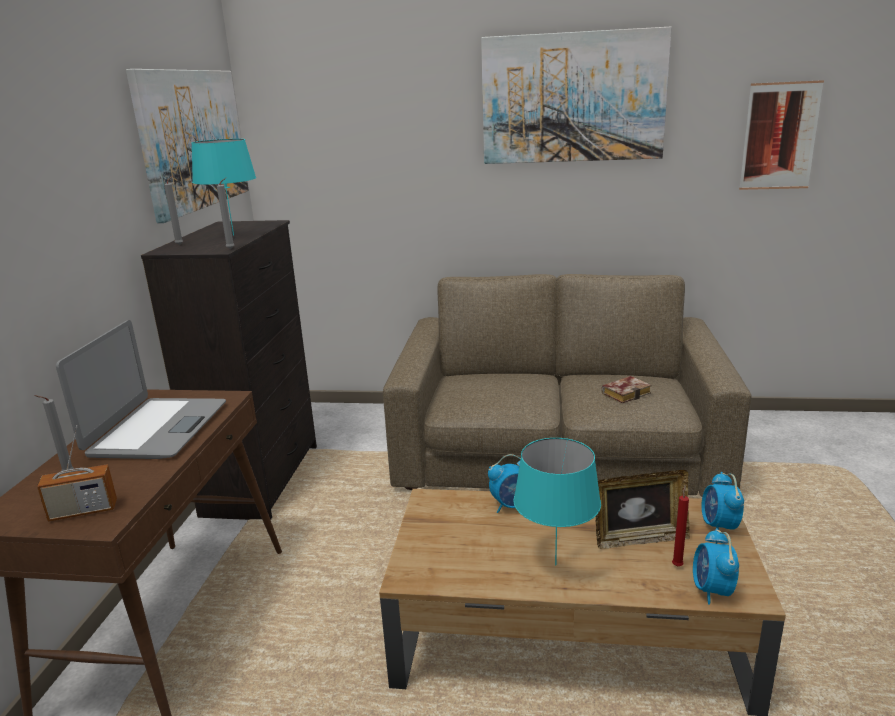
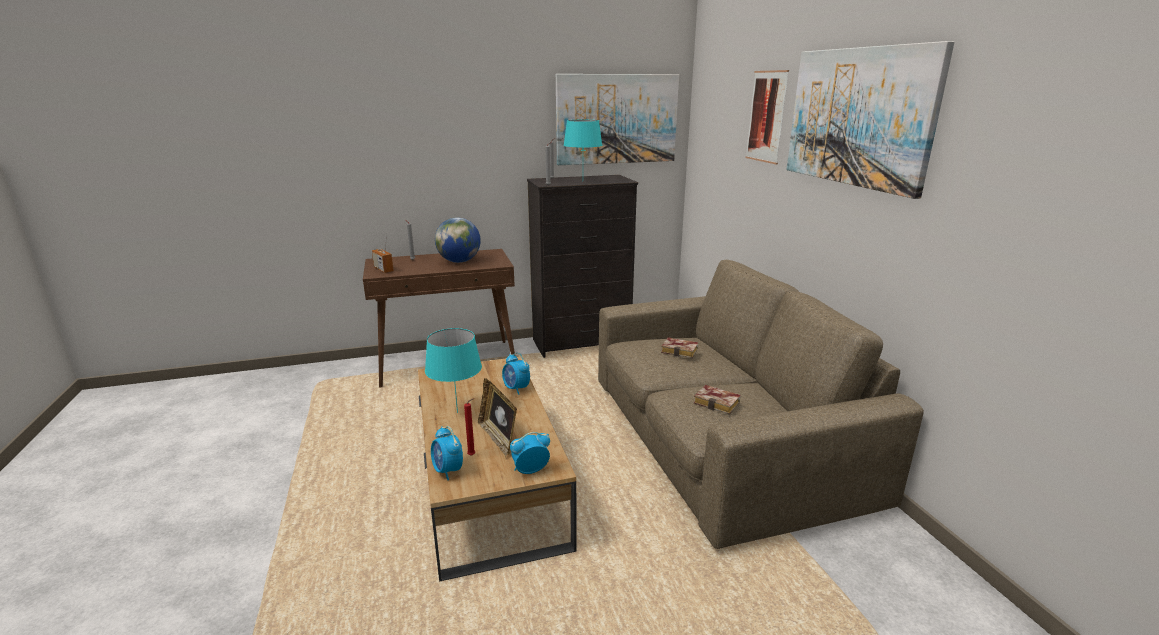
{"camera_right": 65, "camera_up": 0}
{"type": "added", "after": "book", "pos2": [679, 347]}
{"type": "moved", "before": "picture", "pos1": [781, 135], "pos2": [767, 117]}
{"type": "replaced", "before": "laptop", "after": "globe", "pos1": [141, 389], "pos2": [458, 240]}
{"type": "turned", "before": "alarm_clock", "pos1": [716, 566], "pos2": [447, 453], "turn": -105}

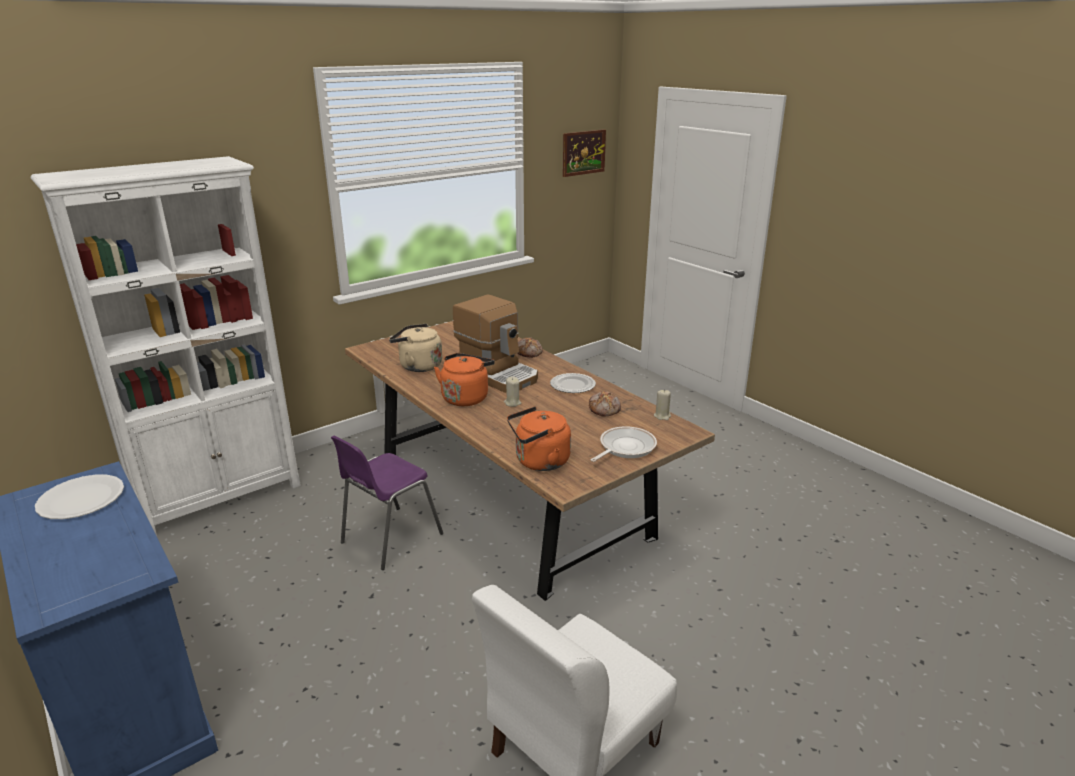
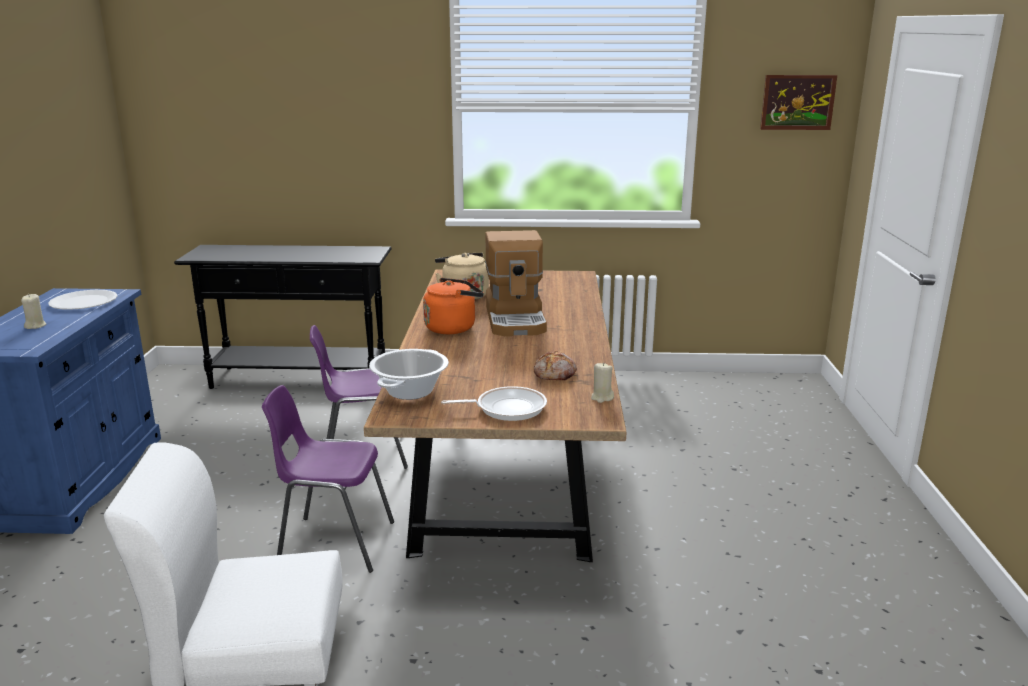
{"camera_right": 40, "camera_up": -5}
{"type": "removed", "before": "bread", "pos1": [530, 347]}
{"type": "removed", "before": "plate", "pos1": [573, 383]}
{"type": "added", "after": "purple_chair", "pos2": [328, 479]}
{"type": "moved", "before": "beige_candle", "pos1": [512, 391], "pos2": [33, 311]}
{"type": "replaced", "before": "white_bookcase", "after": "black_console_table", "pos1": [166, 346], "pos2": [283, 317]}
{"type": "replaced", "before": "orange_kettle", "after": "cooking_pot", "pos1": [539, 438], "pos2": [409, 374]}

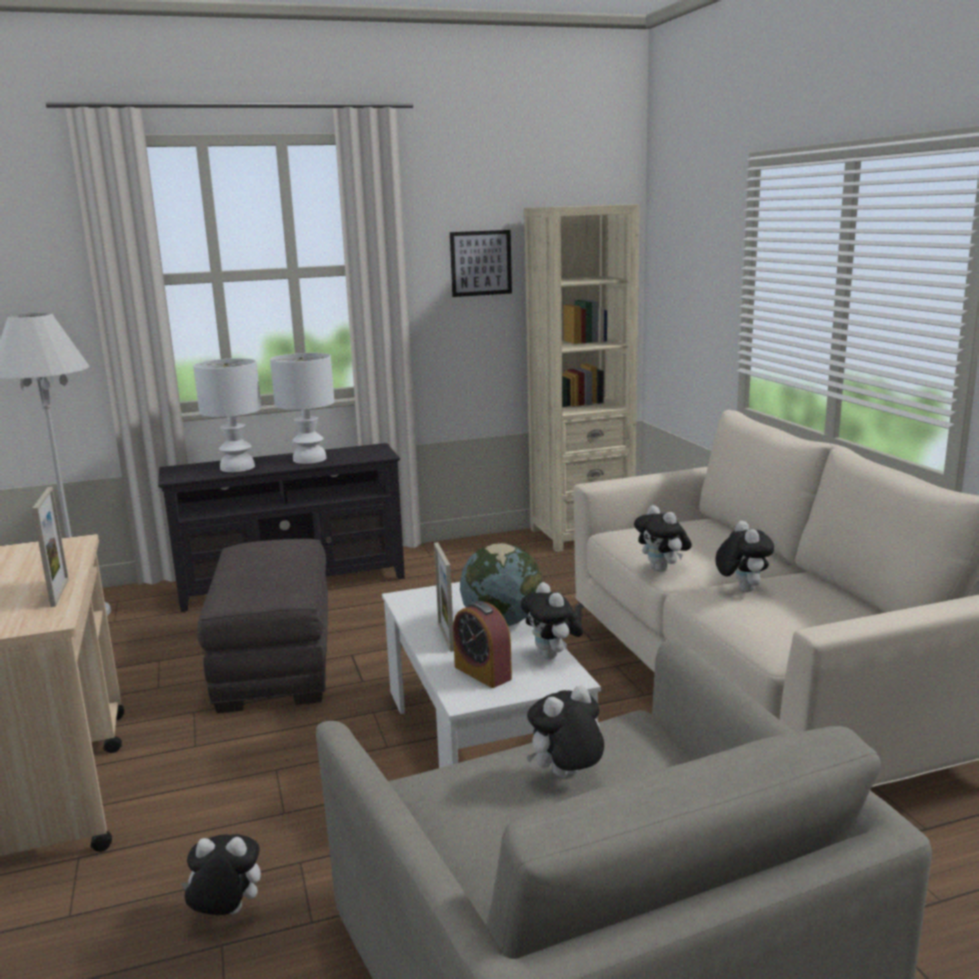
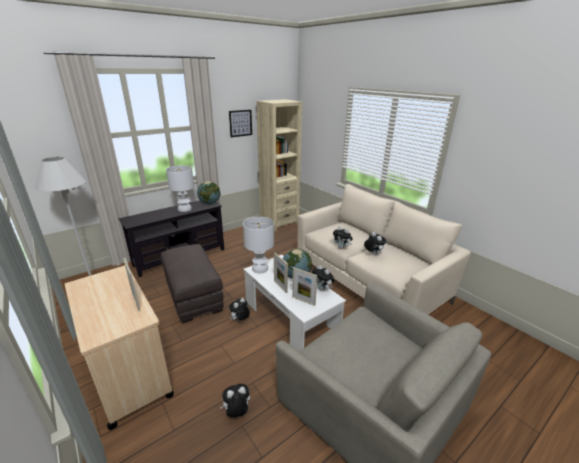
{"camera_right": -20, "camera_up": 10}
{"type": "added", "after": "globe", "pos2": [209, 192]}
{"type": "moved", "before": "white_table_lamp", "pos1": [227, 415], "pos2": [258, 245]}
{"type": "moved", "before": "plush_toy", "pos1": [565, 731], "pos2": [239, 309]}
{"type": "replaced", "before": "alarm_clock", "after": "picture_frame", "pos1": [482, 644], "pos2": [304, 287]}

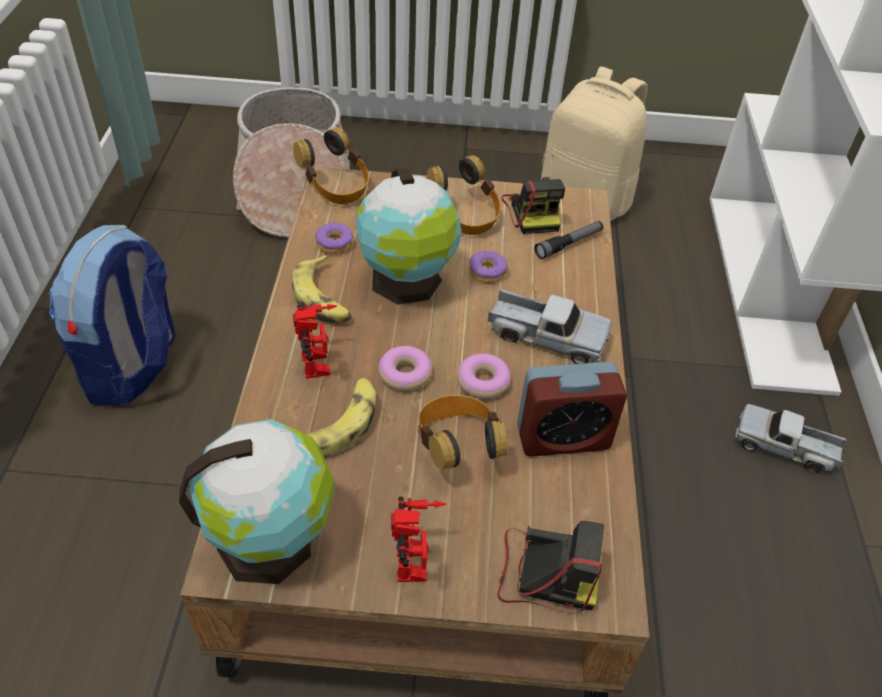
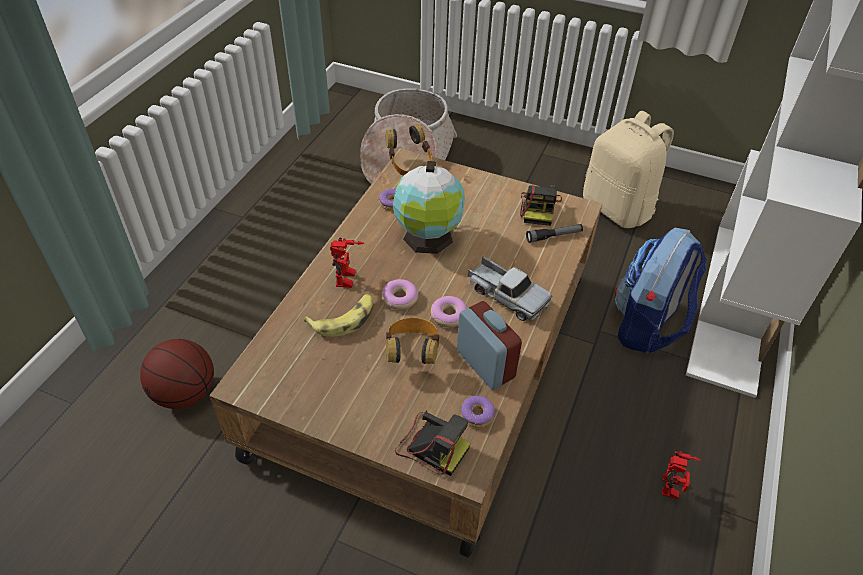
{"camera_right": 20, "camera_up": 0}
{"type": "removed", "before": "globe", "pos1": [257, 501]}
{"type": "removed", "before": "banana", "pos1": [322, 289]}
{"type": "removed", "before": "headphones", "pos1": [464, 195]}
{"type": "removed", "before": "toy_truck", "pos1": [791, 438]}
{"type": "added", "after": "basketball", "pos2": [177, 374]}
{"type": "moved", "before": "backpack", "pos1": [112, 315], "pos2": [661, 290]}
{"type": "moved", "before": "toy_robot", "pos1": [418, 539], "pos2": [681, 474]}
{"type": "moved", "before": "donut", "pos1": [488, 267], "pos2": [478, 411]}
{"type": "turned", "before": "alarm_clock", "pos1": [572, 409], "pos2": [489, 345], "turn": -135}

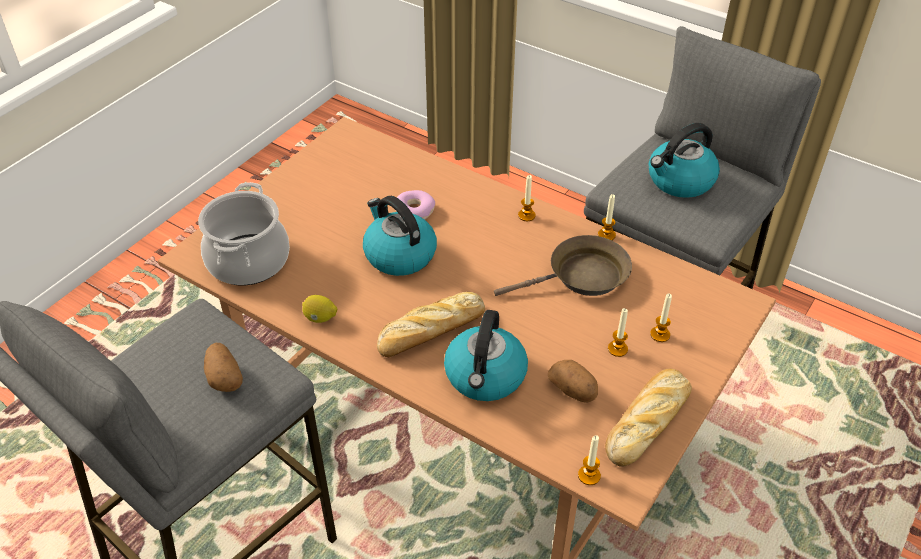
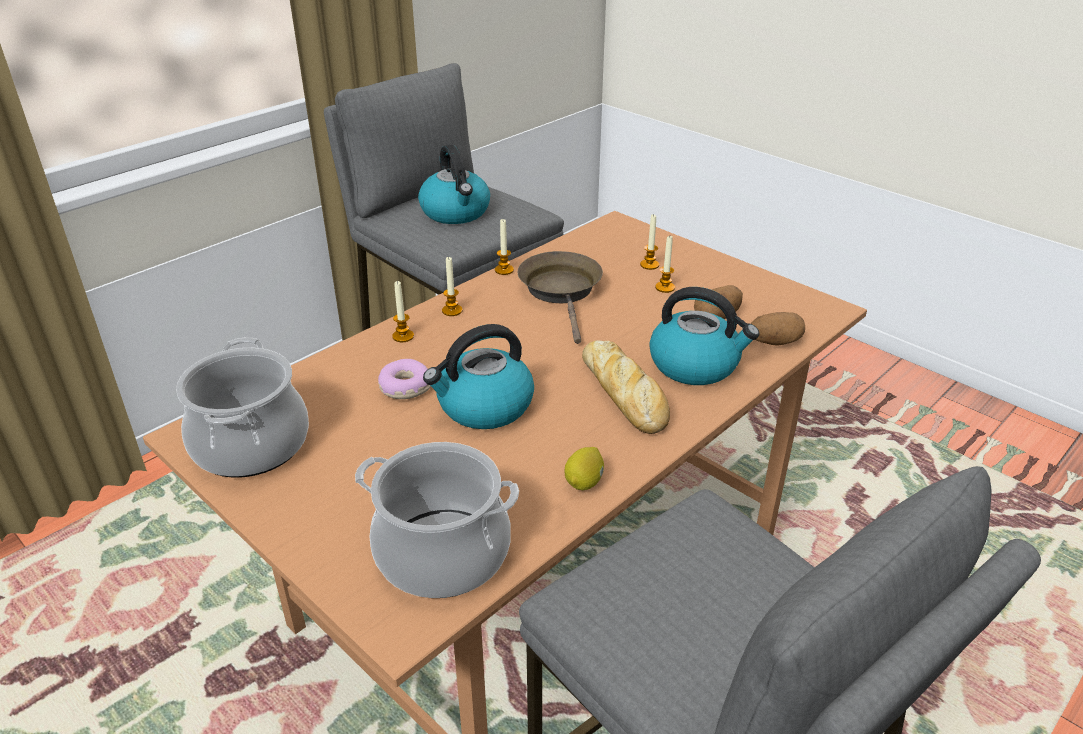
{"camera_right": -80, "camera_up": -10}
{"type": "removed", "before": "bread", "pos1": [648, 418]}
{"type": "added", "after": "cooking_pot", "pos2": [242, 408]}
{"type": "moved", "before": "potato", "pos1": [223, 367], "pos2": [778, 329]}
{"type": "moved", "before": "candle", "pos1": [589, 460], "pos2": [403, 311]}

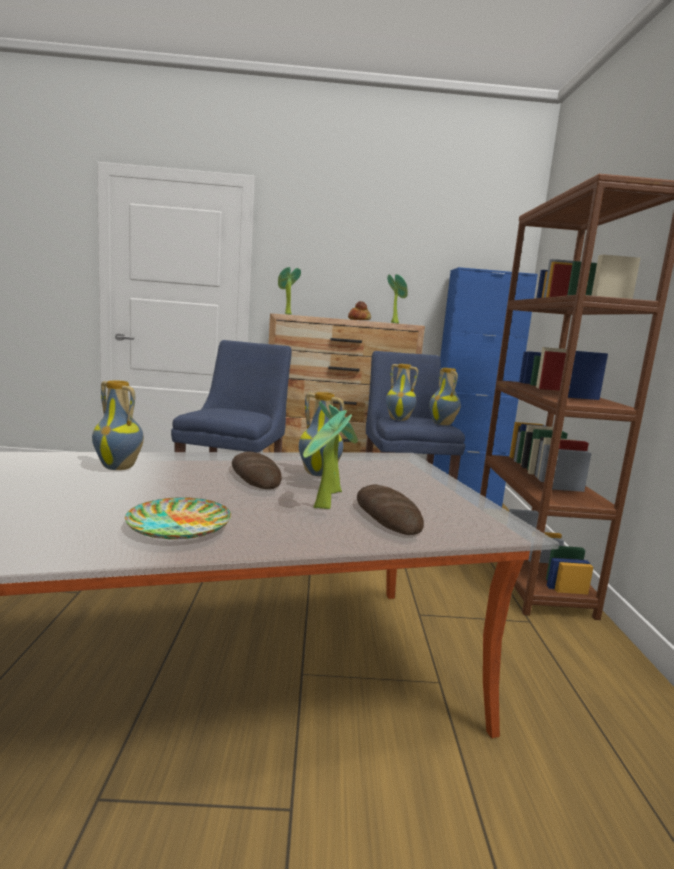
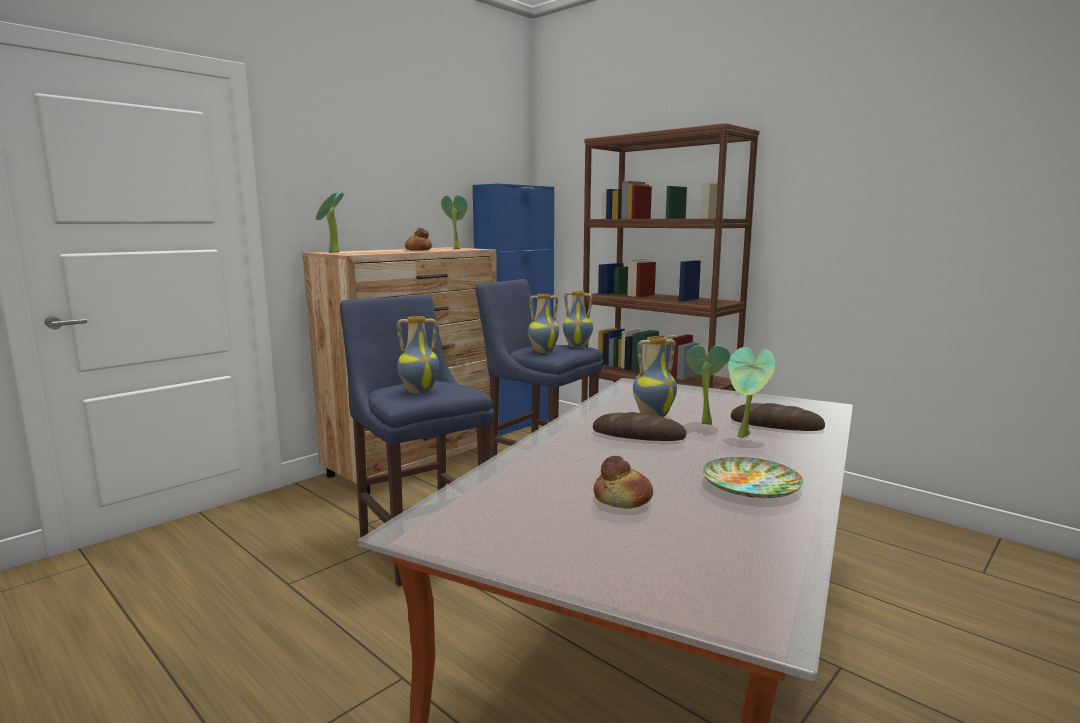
{"camera_right": -45, "camera_up": 0}
{"type": "added", "after": "bread", "pos2": [623, 482]}
{"type": "moved", "before": "vase", "pos1": [118, 425], "pos2": [418, 355]}

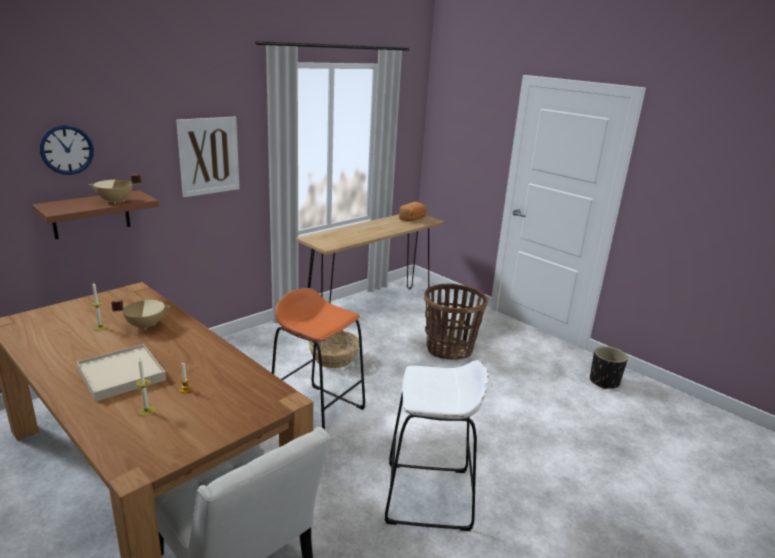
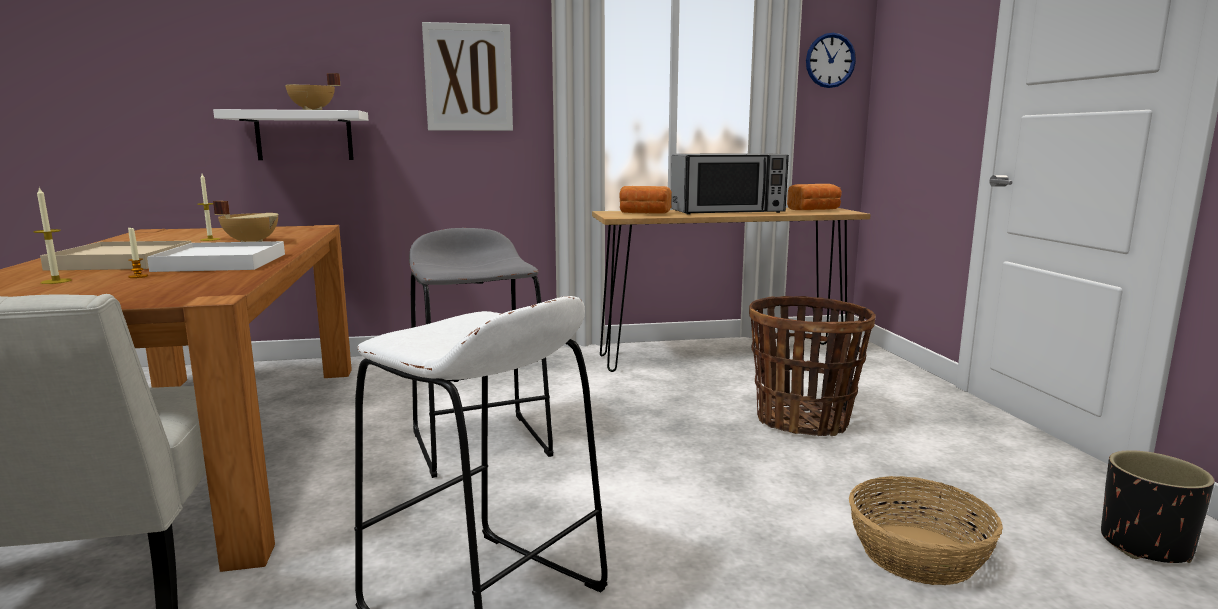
{"camera_right": 35, "camera_up": -10}
{"type": "added", "after": "white_tray", "pos2": [216, 256]}
{"type": "added", "after": "bread", "pos2": [645, 200]}
{"type": "added", "after": "microwave", "pos2": [730, 184]}
{"type": "moved", "before": "wall_clock", "pos1": [66, 150], "pos2": [831, 60]}
{"type": "moved", "before": "basket", "pos1": [334, 349], "pos2": [926, 530]}
{"type": "recoloured", "before": "brown_shelf", "after": "white_shelf", "pos1": [95, 215], "pos2": [290, 134]}
{"type": "recoloured", "before": "orange_stool", "after": "grey_stool", "pos1": [318, 358], "pos2": [481, 353]}

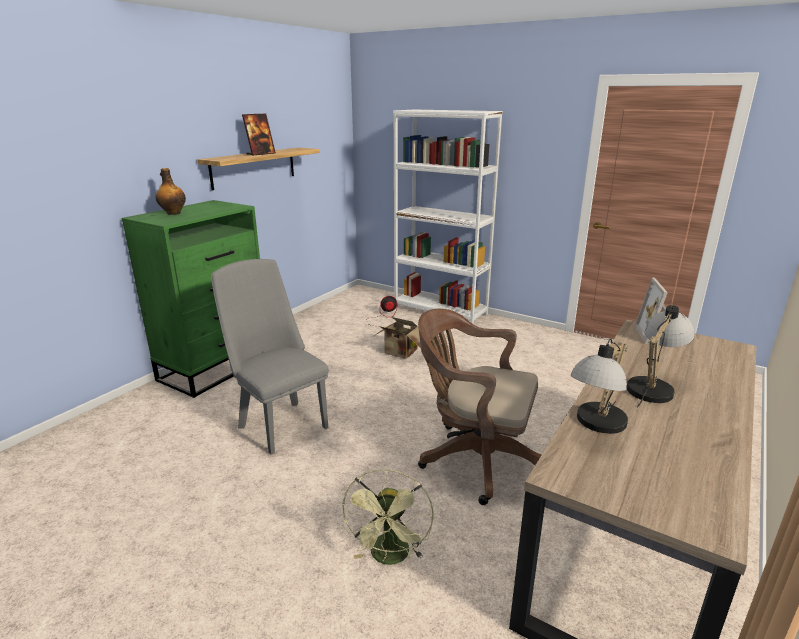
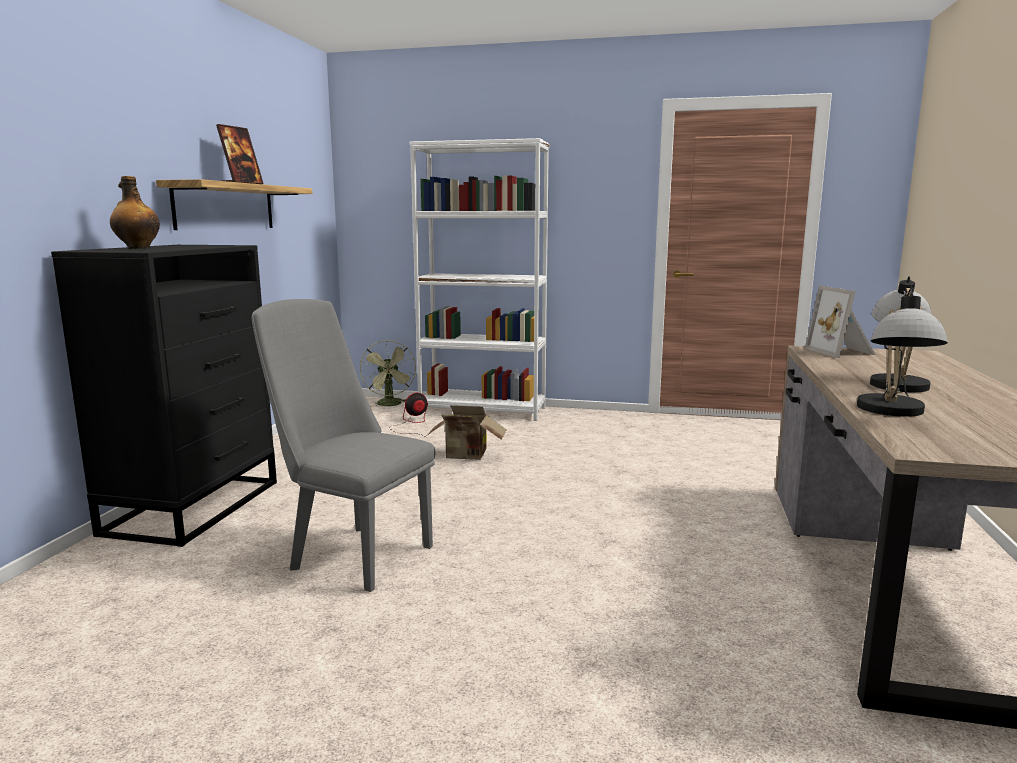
{"camera_right": -20, "camera_up": -10}
{"type": "removed", "before": "brown_office_chair", "pos1": [479, 407]}
{"type": "moved", "before": "green_fan", "pos1": [387, 517], "pos2": [388, 373]}
{"type": "recoloured", "before": "green_dresser", "after": "black_dresser", "pos1": [190, 299], "pos2": [164, 396]}

